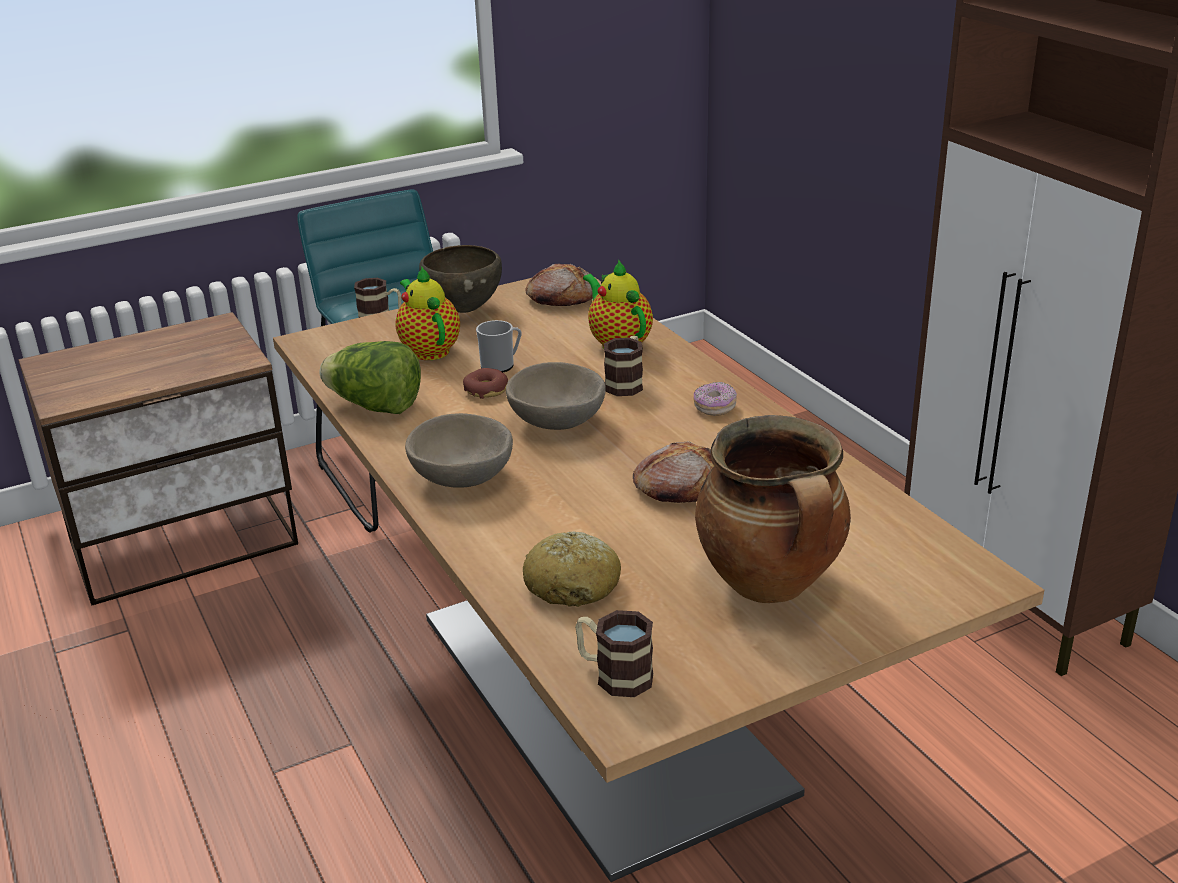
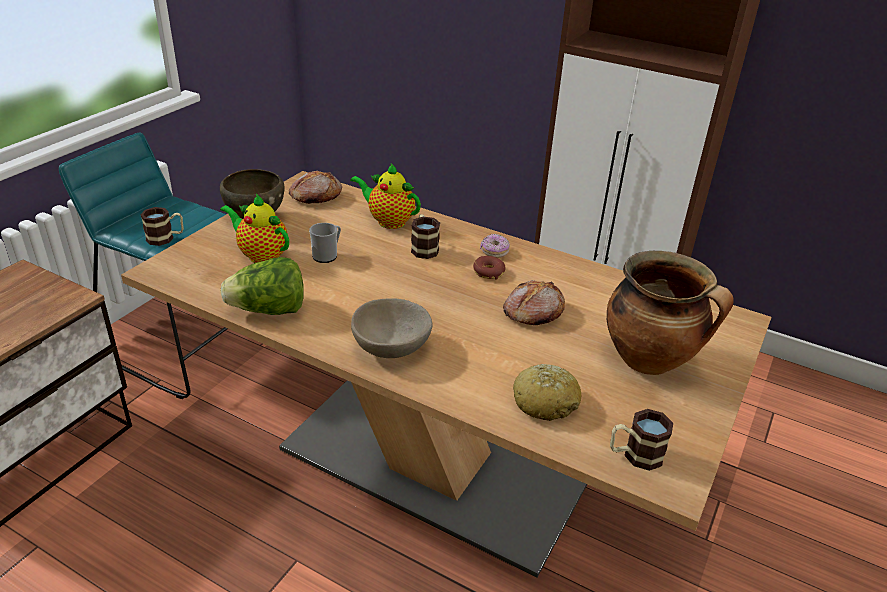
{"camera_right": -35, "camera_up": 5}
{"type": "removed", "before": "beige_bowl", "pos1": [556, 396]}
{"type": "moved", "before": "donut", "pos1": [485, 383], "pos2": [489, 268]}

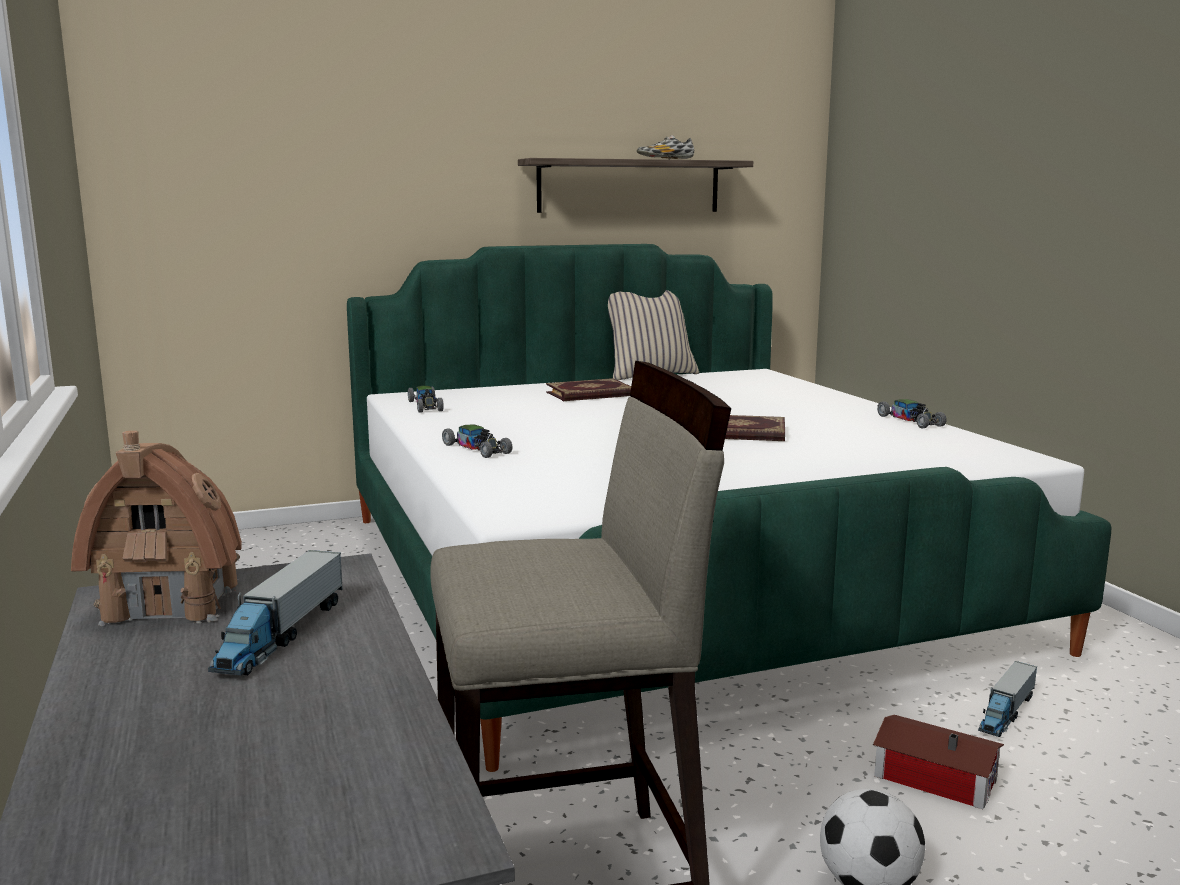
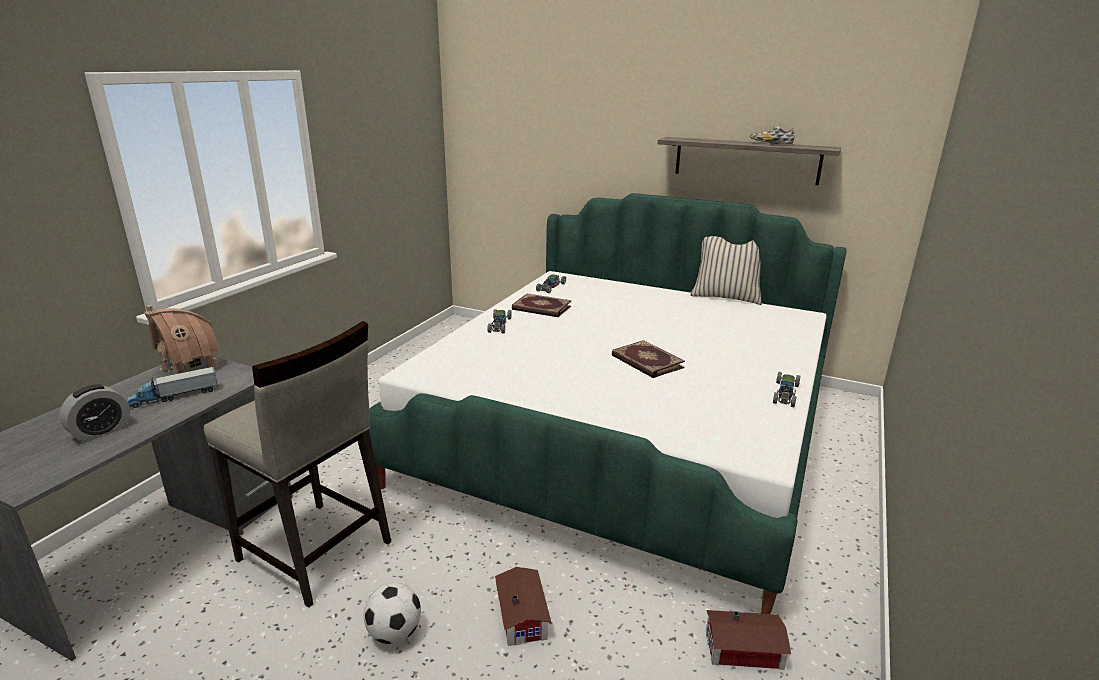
{"camera_right": 45, "camera_up": 10}
{"type": "removed", "before": "toy_truck", "pos1": [1007, 699]}
{"type": "added", "after": "alarm_clock", "pos2": [95, 413]}
{"type": "added", "after": "toy_house", "pos2": [748, 640]}
{"type": "moved", "before": "book", "pos1": [588, 389], "pos2": [541, 305]}

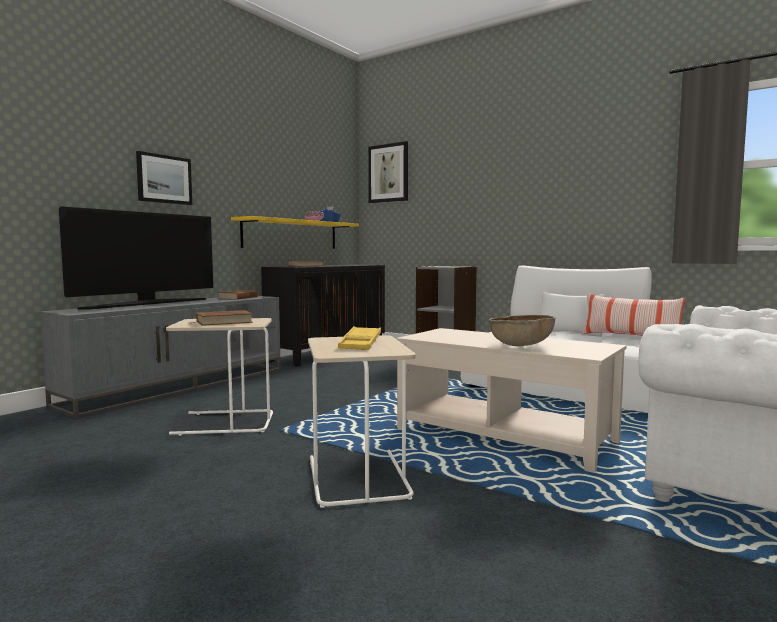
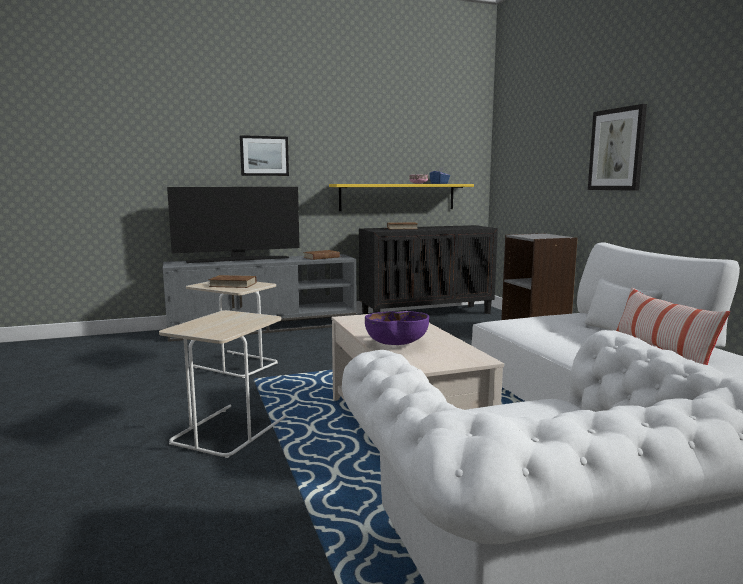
{"camera_right": 35, "camera_up": 5}
{"type": "removed", "before": "yellow_tray", "pos1": [359, 338]}
{"type": "moved", "before": "picture", "pos1": [388, 172], "pos2": [617, 147]}
{"type": "recoloured", "before": "brown_bowl", "after": "purple_bowl", "pos1": [522, 330], "pos2": [397, 328]}

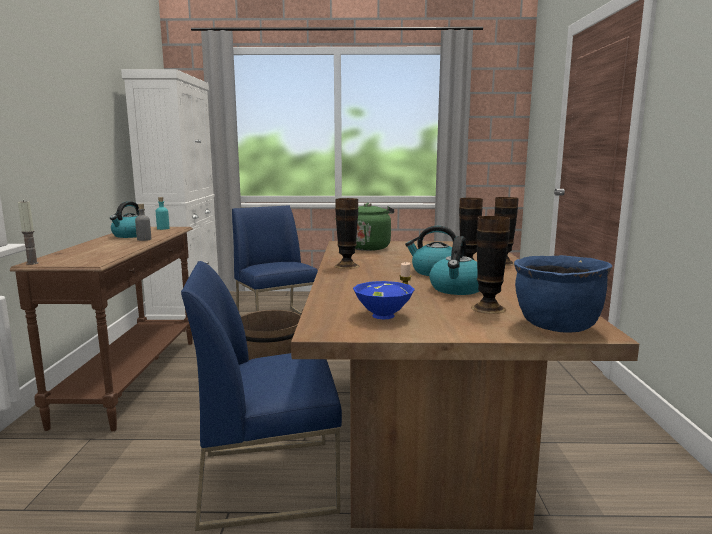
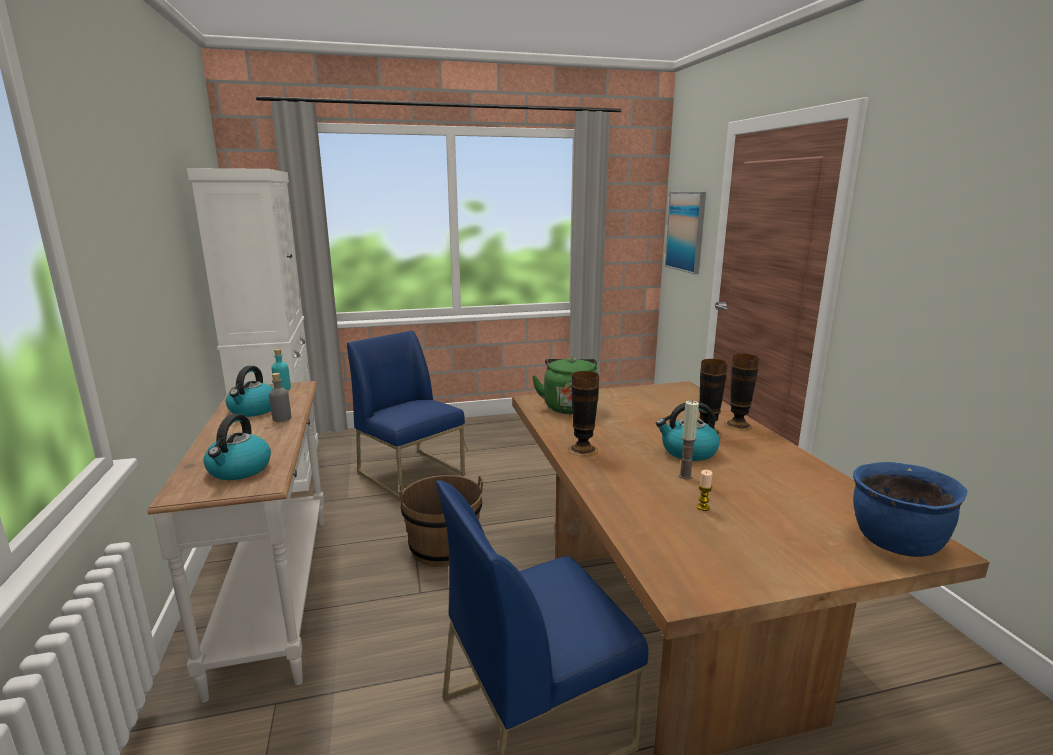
{"camera_right": -15, "camera_up": 5}
{"type": "removed", "before": "blue_bowl", "pos1": [384, 300]}
{"type": "removed", "before": "vase", "pos1": [490, 265]}
{"type": "added", "after": "picture", "pos2": [685, 233]}
{"type": "moved", "before": "candle", "pos1": [28, 232], "pos2": [689, 440]}
{"type": "moved", "before": "kettle", "pos1": [454, 265], "pos2": [237, 447]}
{"type": "recoloured", "before": "brown_console_table", "after": "white_console_table", "pos1": [101, 329], "pos2": [236, 542]}

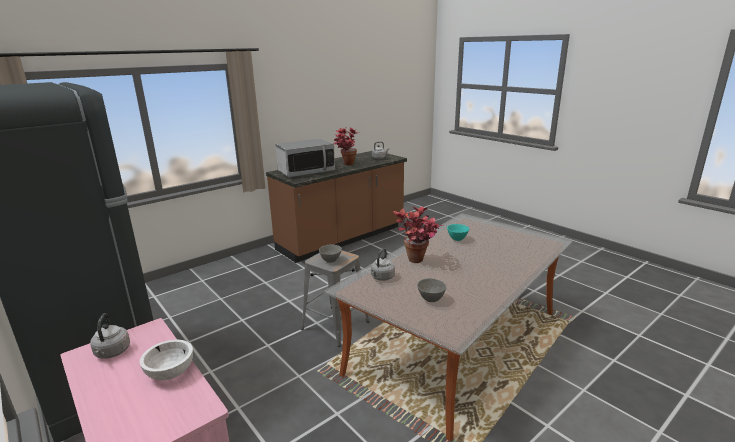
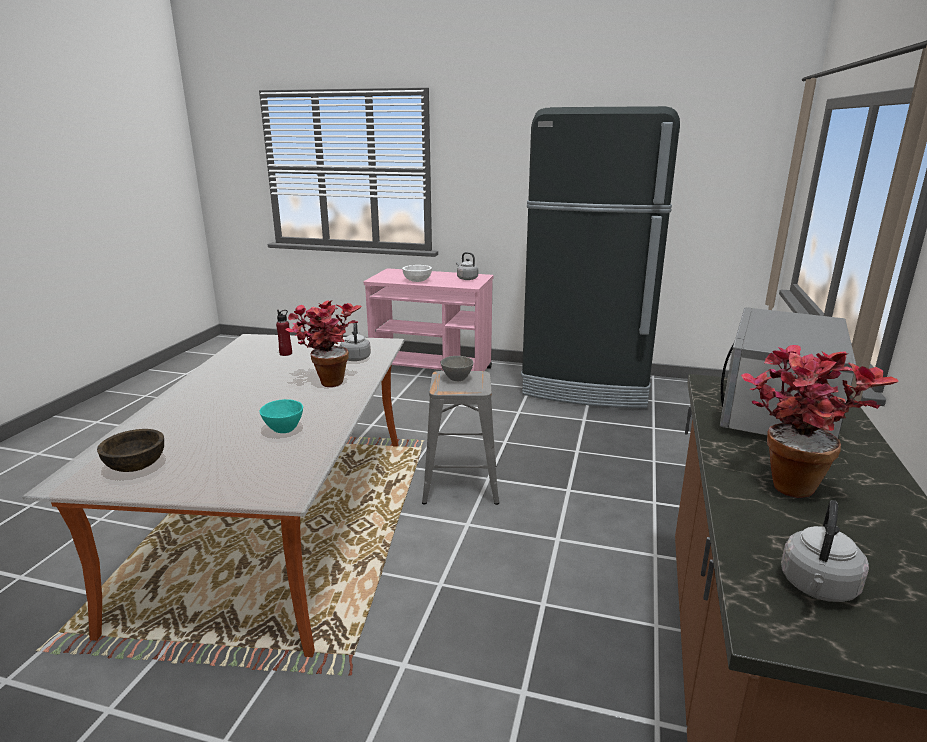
{"camera_right": 145, "camera_up": 0}
{"type": "added", "after": "brown_bowl", "pos2": [130, 450]}
{"type": "replaced", "before": "grey_bowl", "after": "red_bottle", "pos1": [431, 290], "pos2": [284, 333]}

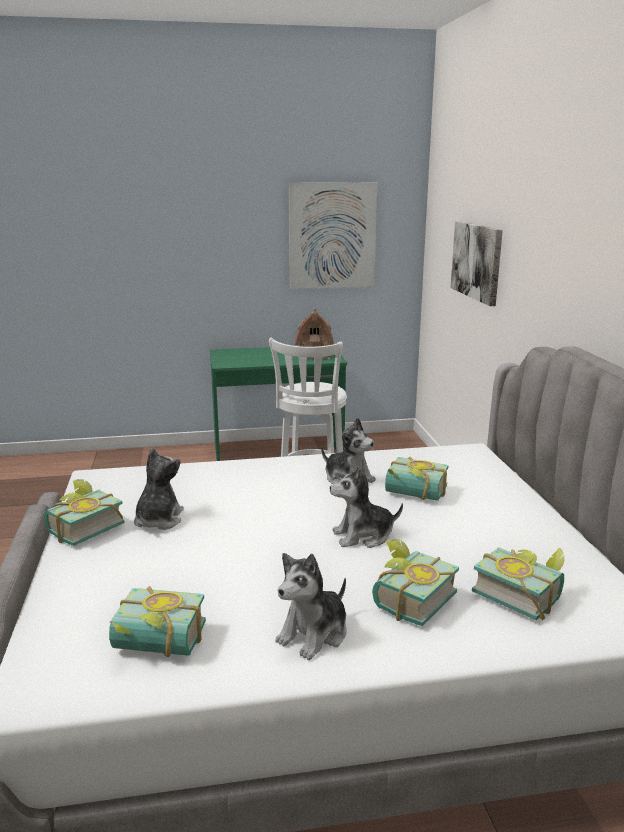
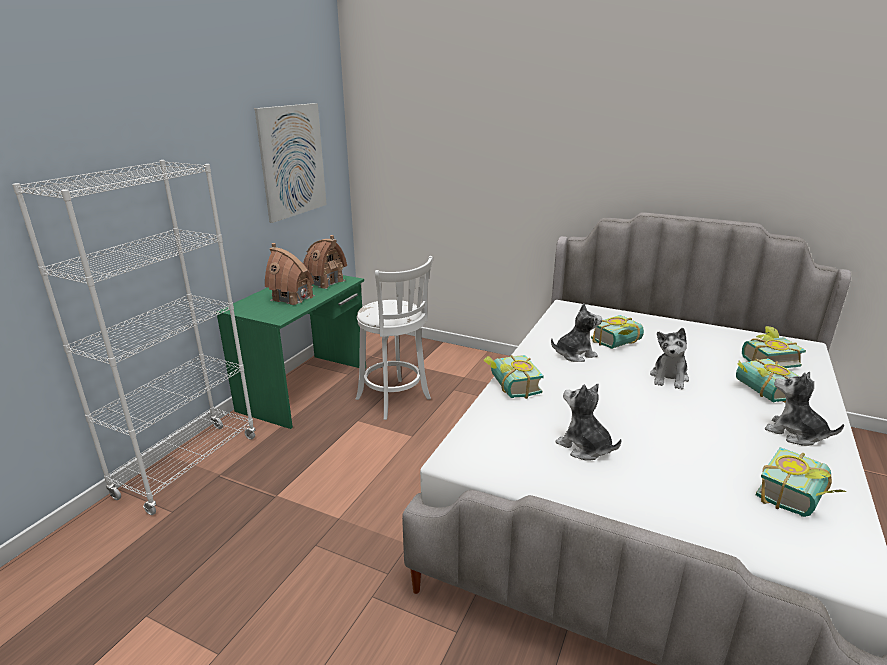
{"camera_right": -55, "camera_up": 5}
{"type": "removed", "before": "picture", "pos1": [477, 263]}
{"type": "added", "after": "white_bookcase", "pos2": [133, 337]}
{"type": "added", "after": "toy_house", "pos2": [290, 274]}
{"type": "moved", "before": "book", "pos1": [84, 512], "pos2": [514, 377]}
{"type": "turned", "before": "plush_toy", "pos1": [311, 606], "pos2": [804, 409], "turn": 150}

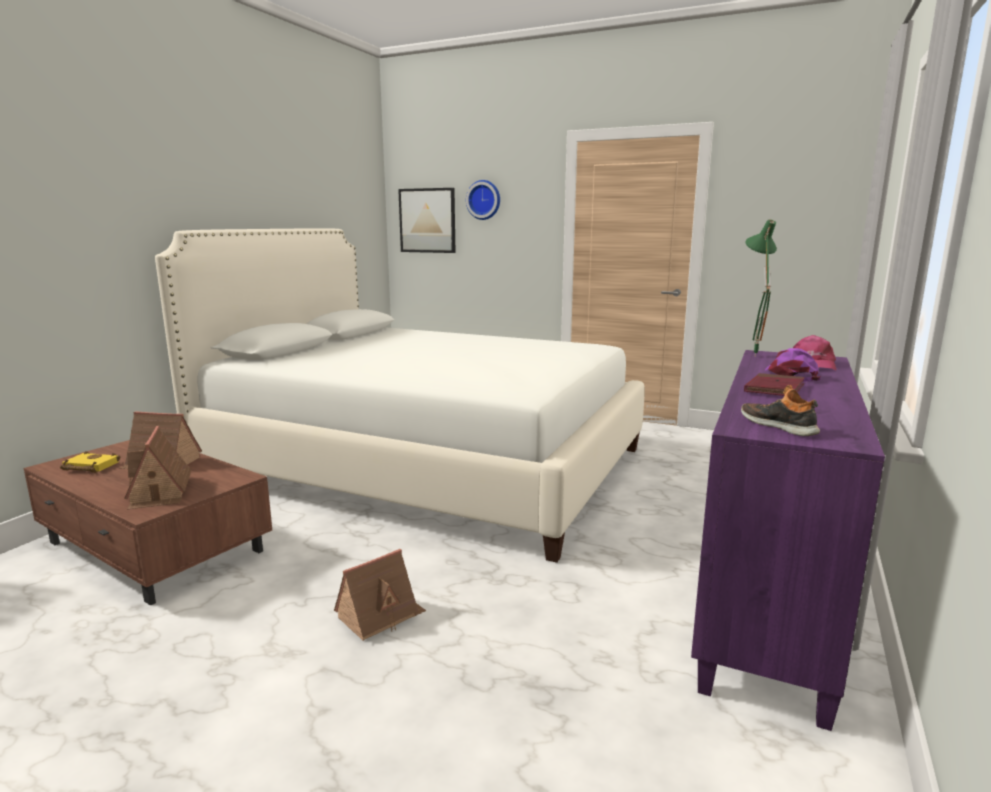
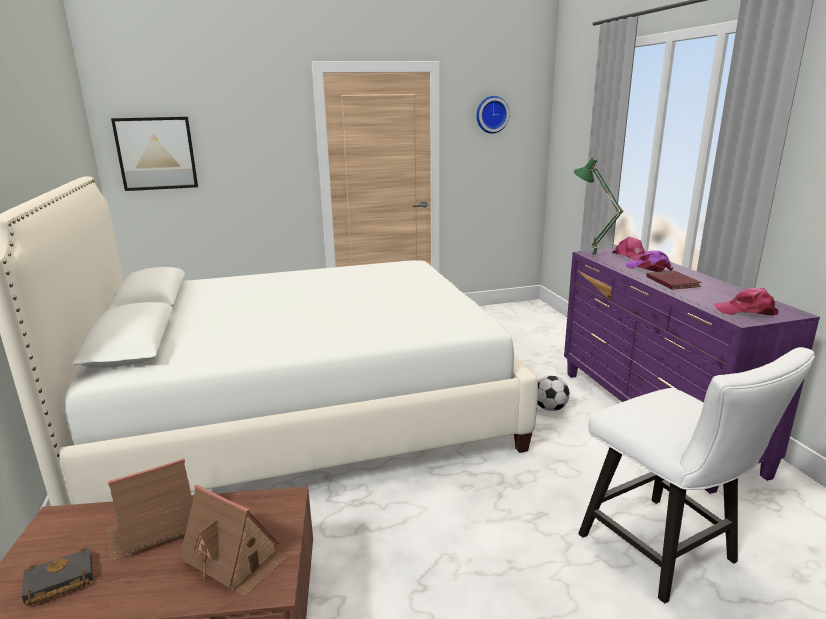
{"camera_right": -40, "camera_up": 5}
{"type": "removed", "before": "toy_house", "pos1": [380, 595]}
{"type": "added", "after": "football", "pos2": [553, 393]}
{"type": "added", "after": "white_chair", "pos2": [696, 475]}
{"type": "moved", "before": "wall_clock", "pos1": [483, 200], "pos2": [493, 115]}
{"type": "replaced", "before": "shoe", "after": "pink_cap", "pos1": [780, 410], "pos2": [746, 302]}
{"type": "recoloured", "before": "yellow_book", "after": "black_book", "pos1": [90, 462], "pos2": [57, 577]}

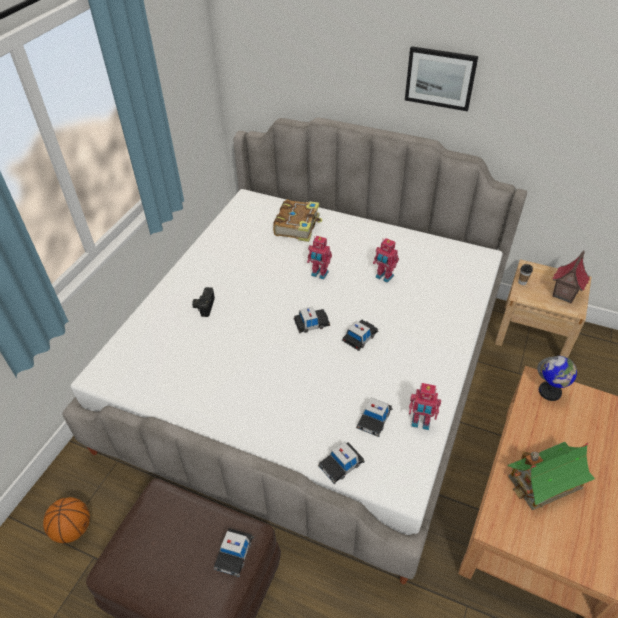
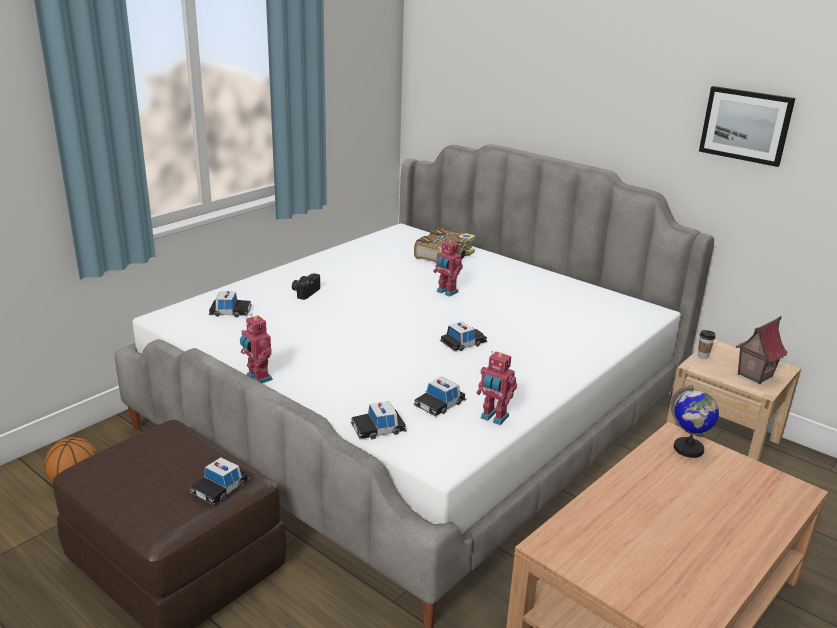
{"camera_right": 15, "camera_up": -20}
{"type": "removed", "before": "toy_house", "pos1": [551, 476]}
{"type": "moved", "before": "toy_car", "pos1": [311, 320], "pos2": [230, 304]}
{"type": "moved", "before": "toy_robot", "pos1": [386, 260], "pos2": [256, 348]}
{"type": "moved", "before": "picture", "pos1": [441, 78], "pos2": [747, 126]}

